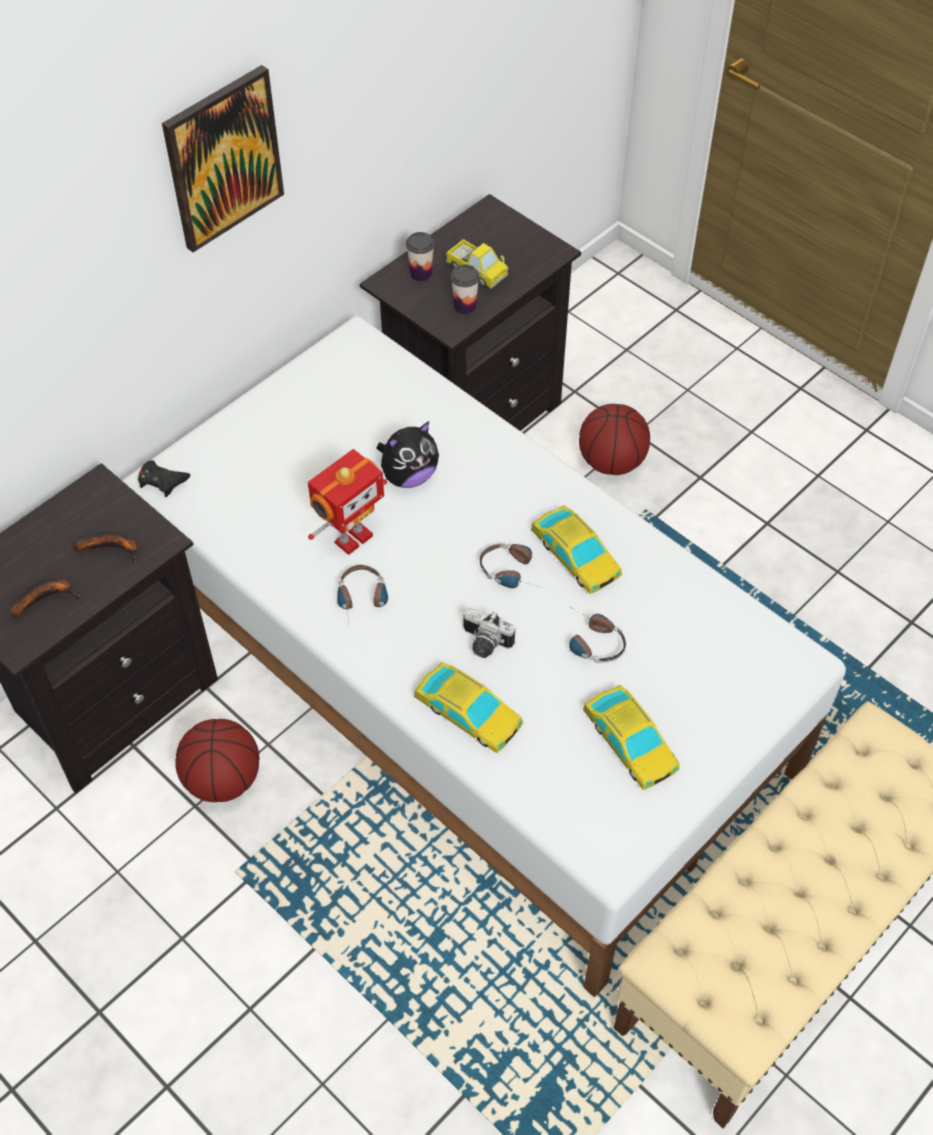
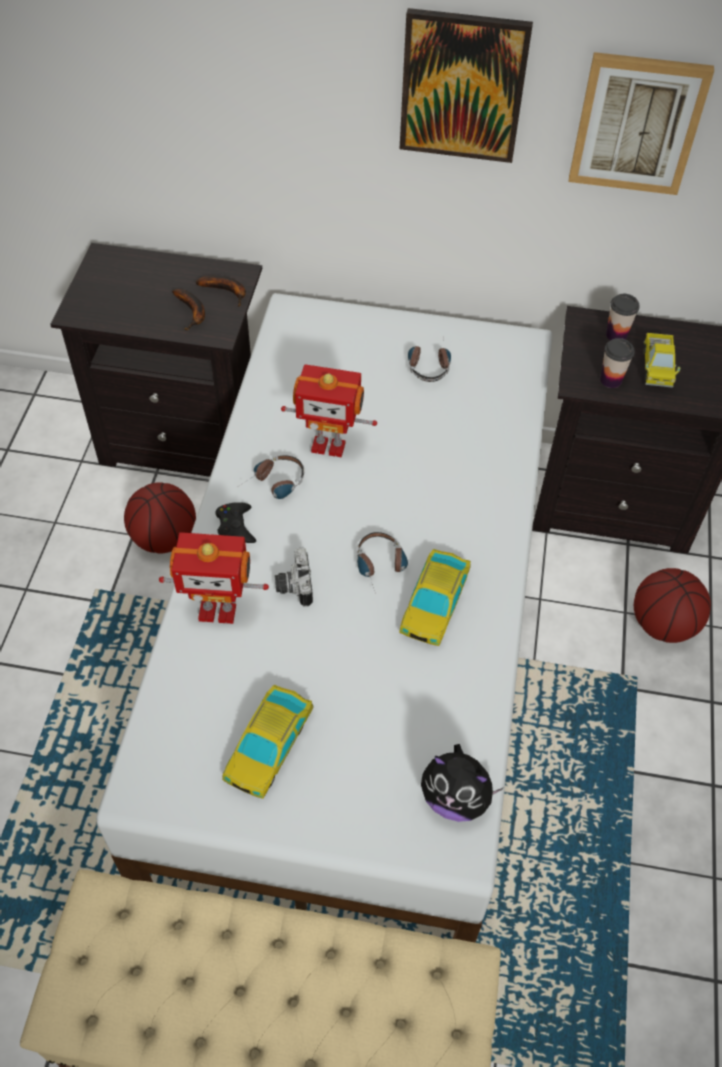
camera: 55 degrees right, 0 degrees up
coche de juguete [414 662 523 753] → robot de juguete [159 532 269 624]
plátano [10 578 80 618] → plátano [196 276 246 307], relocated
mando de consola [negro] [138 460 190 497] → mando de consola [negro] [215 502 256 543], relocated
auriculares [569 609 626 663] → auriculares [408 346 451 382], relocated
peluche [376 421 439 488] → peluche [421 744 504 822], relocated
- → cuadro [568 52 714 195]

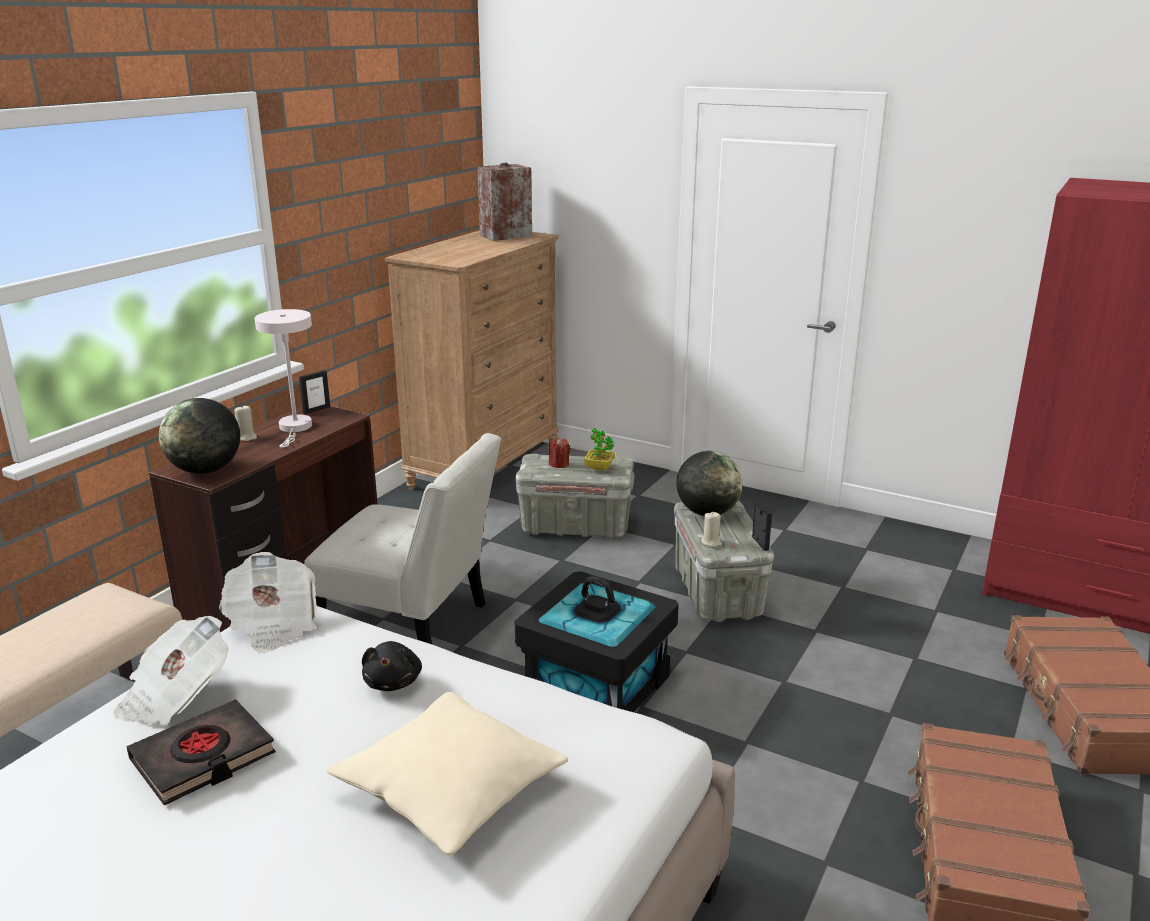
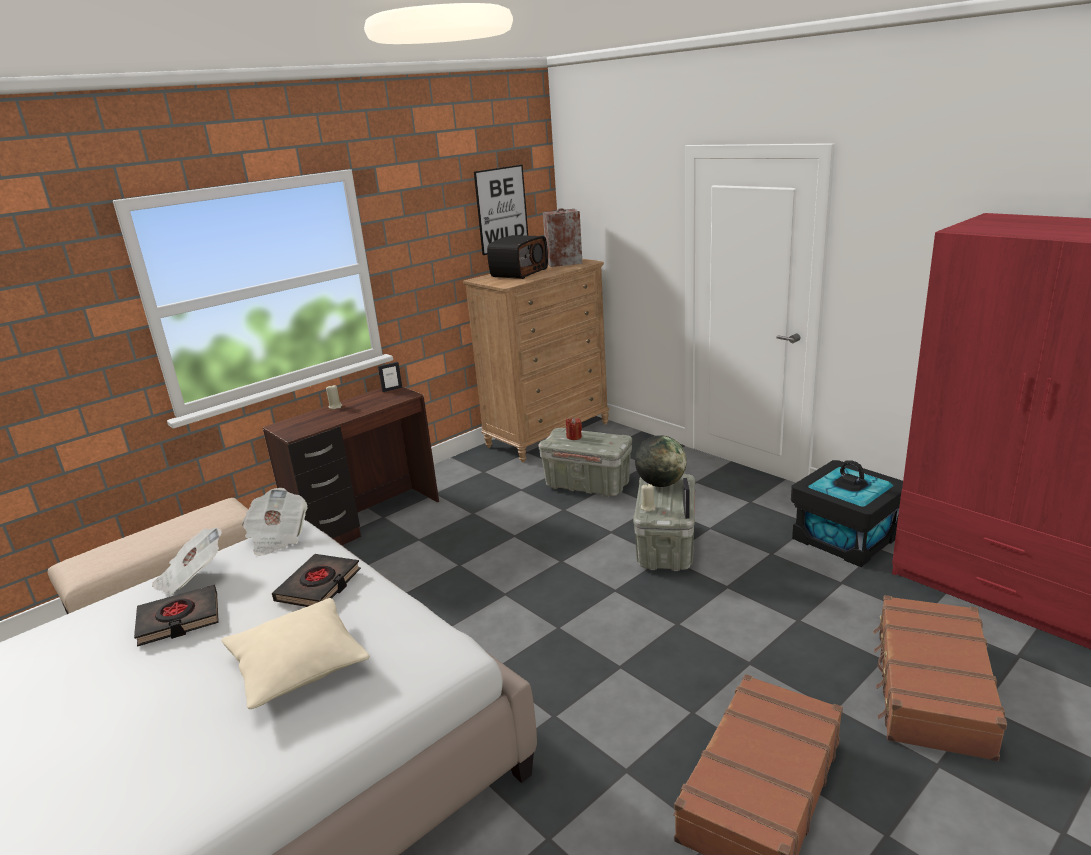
camera: 20 degrees right, 0 degrees up
peluche [negro] [362 641 422 691] → libro [negro] [272 554 361 607]
- → cuadro [474 165 528 255]
- → radio [487 235 548 279]
caja de almacenaje [negro] [515 571 679 712] → caja de almacenaje [negro] [791 460 903 567], relocated
globo terráqueo [159 398 240 474] → -
lámpara de mesa [blanco] [255 309 312 447] → -
silla [blanco] [304 433 501 644] → -
planta en maceta [584 428 615 471] → -

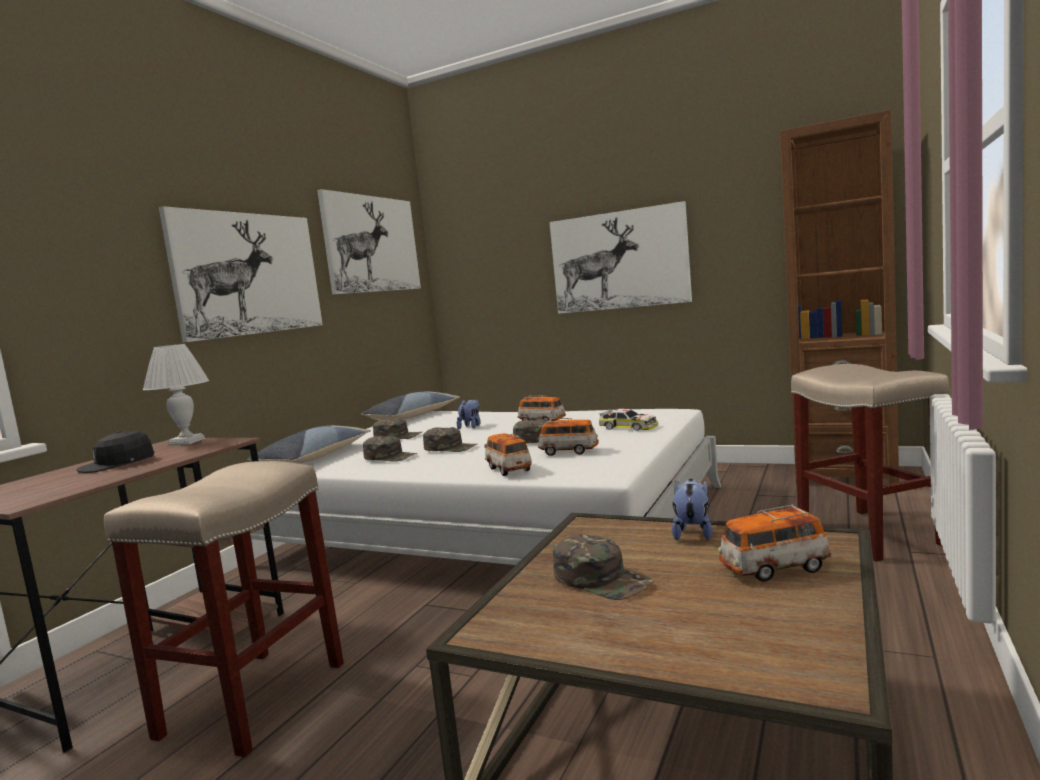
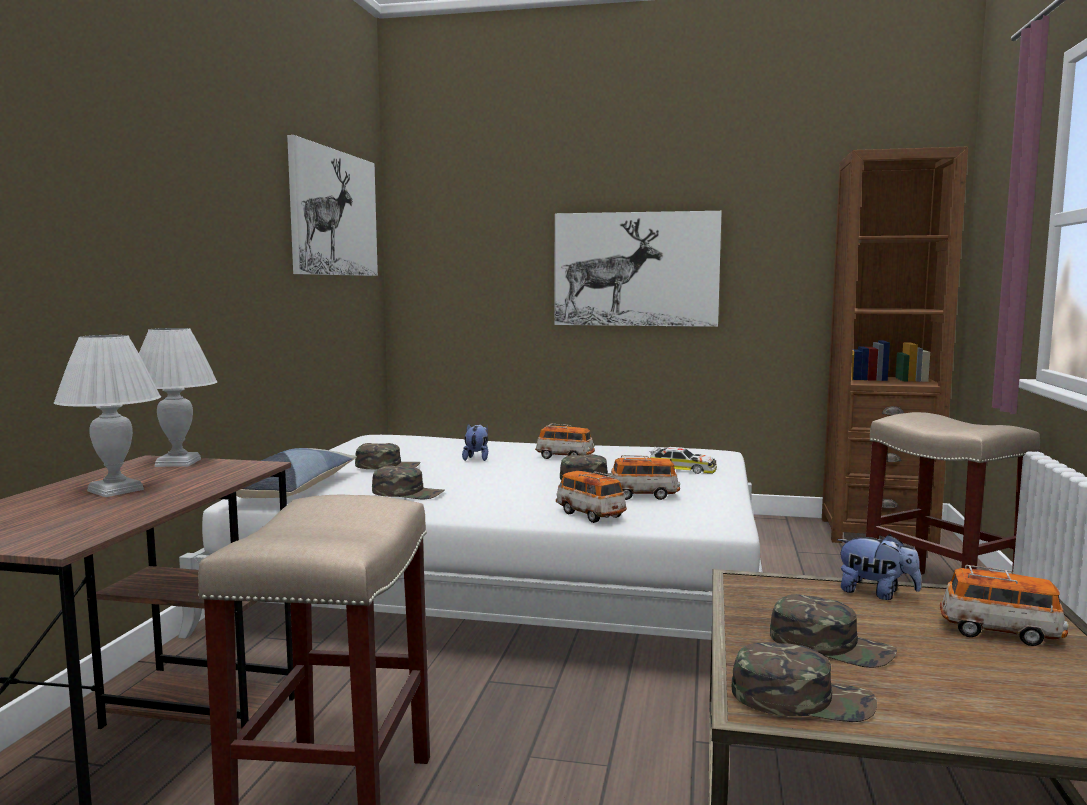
camera: 15 degrees left, 0 degrees up
gorra [negro] [76 431 154 473] → lámpara de mesa [blanco] [54 335 161 497]
gorra [verde] [423 427 477 452] → gorra [verde] [732 642 877 722], relocated
peluche [672 479 713 540] → peluche [837 534 921 600], 120 degrees clockwise
coche de juguete [718 504 832 582] → coche de juguete [940 565 1069 646], 135 degrees counterclockwise
cuadro [159 206 323 342] → -
cojín [361 392 460 420] → -

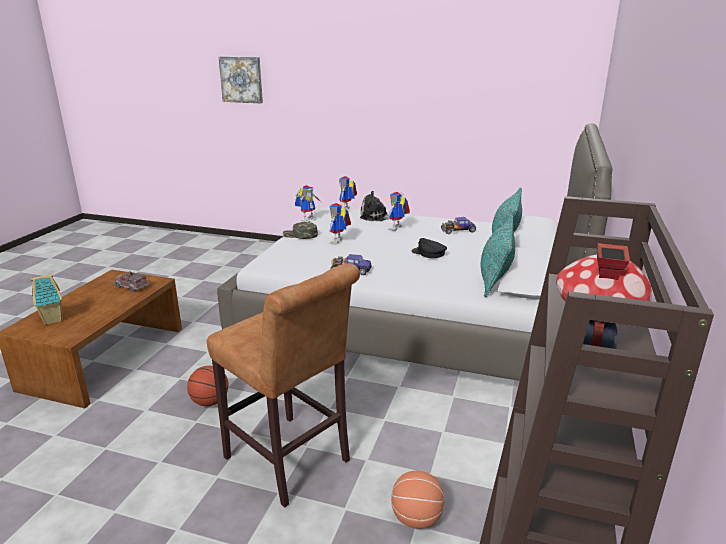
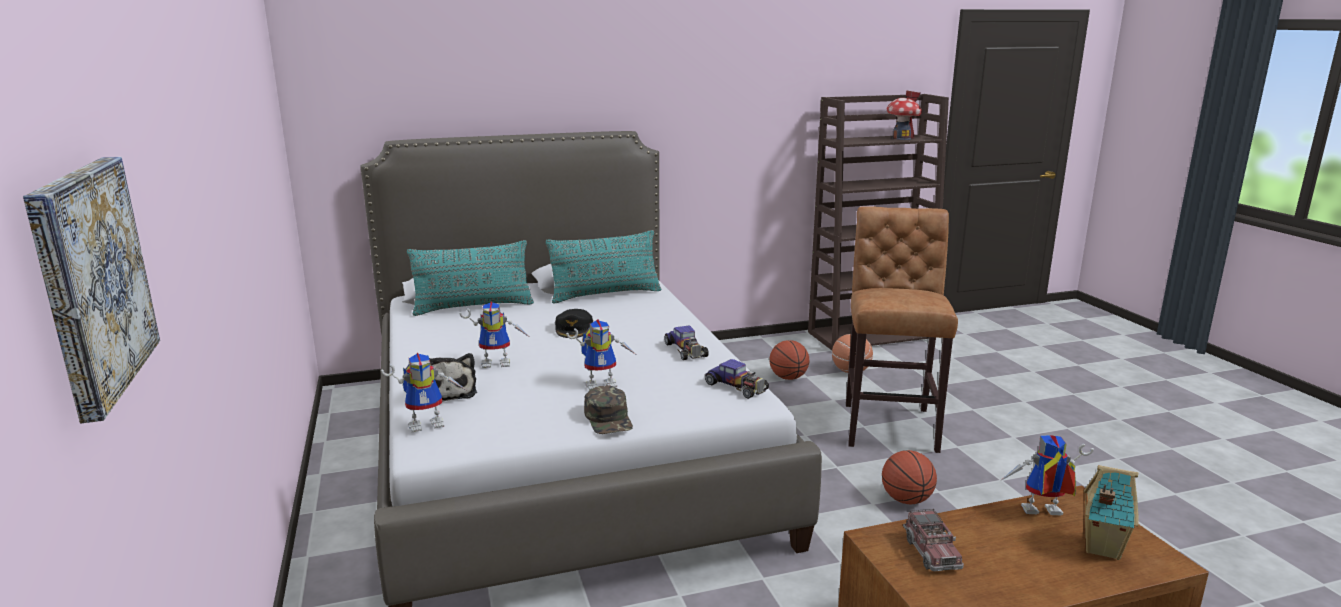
camera: 125 degrees left, 5 degrees down
coche de juguete [441 217 476 234] → coche de juguete [705 359 769 399], relocated
- → balón de baloncesto [769 340 809 380]
robot de juguete [295 185 321 222] → robot de juguete [1000 435 1094 515], relocated

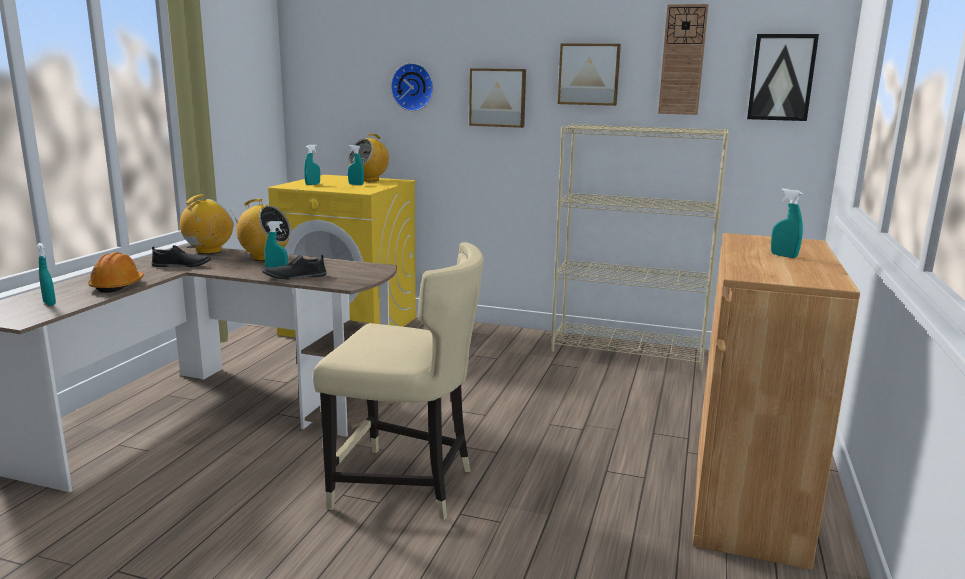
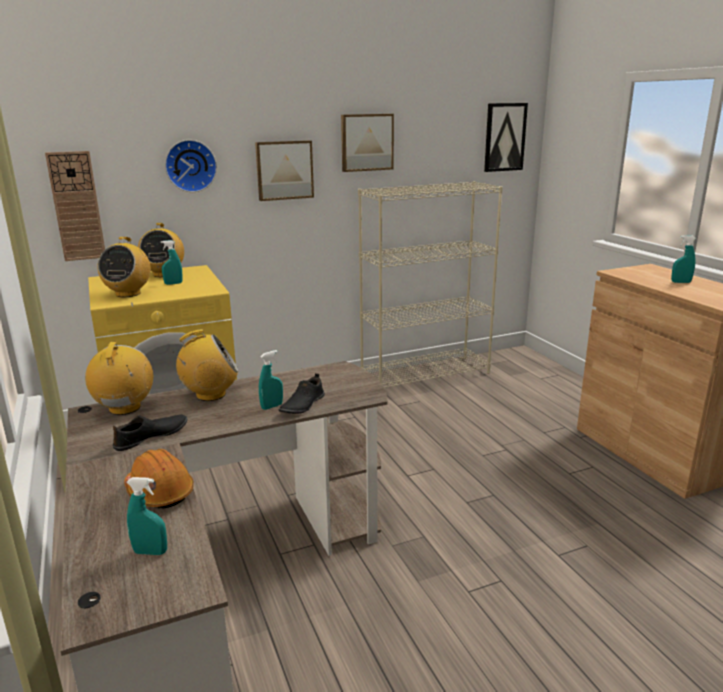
camera: 40 degrees left, 5 degrees up
reloj de pared [658 4 709 115] → reloj de pared [45 151 105 261], relocated
pulverizador [turquesa] [304 144 320 185] → radio [97 237 151 297]
silla [beis] [313 242 484 520] → -

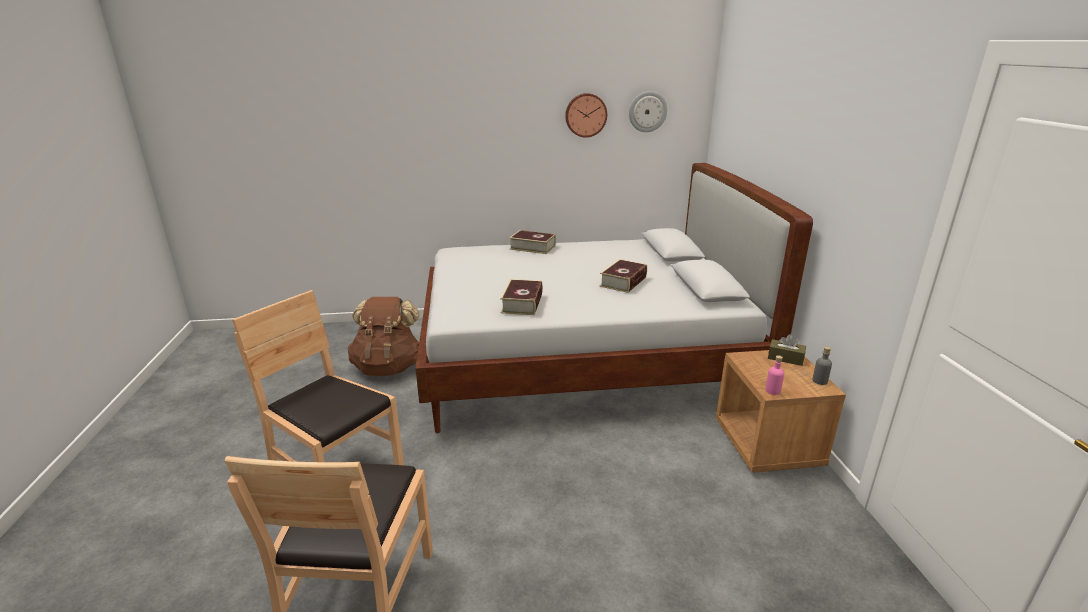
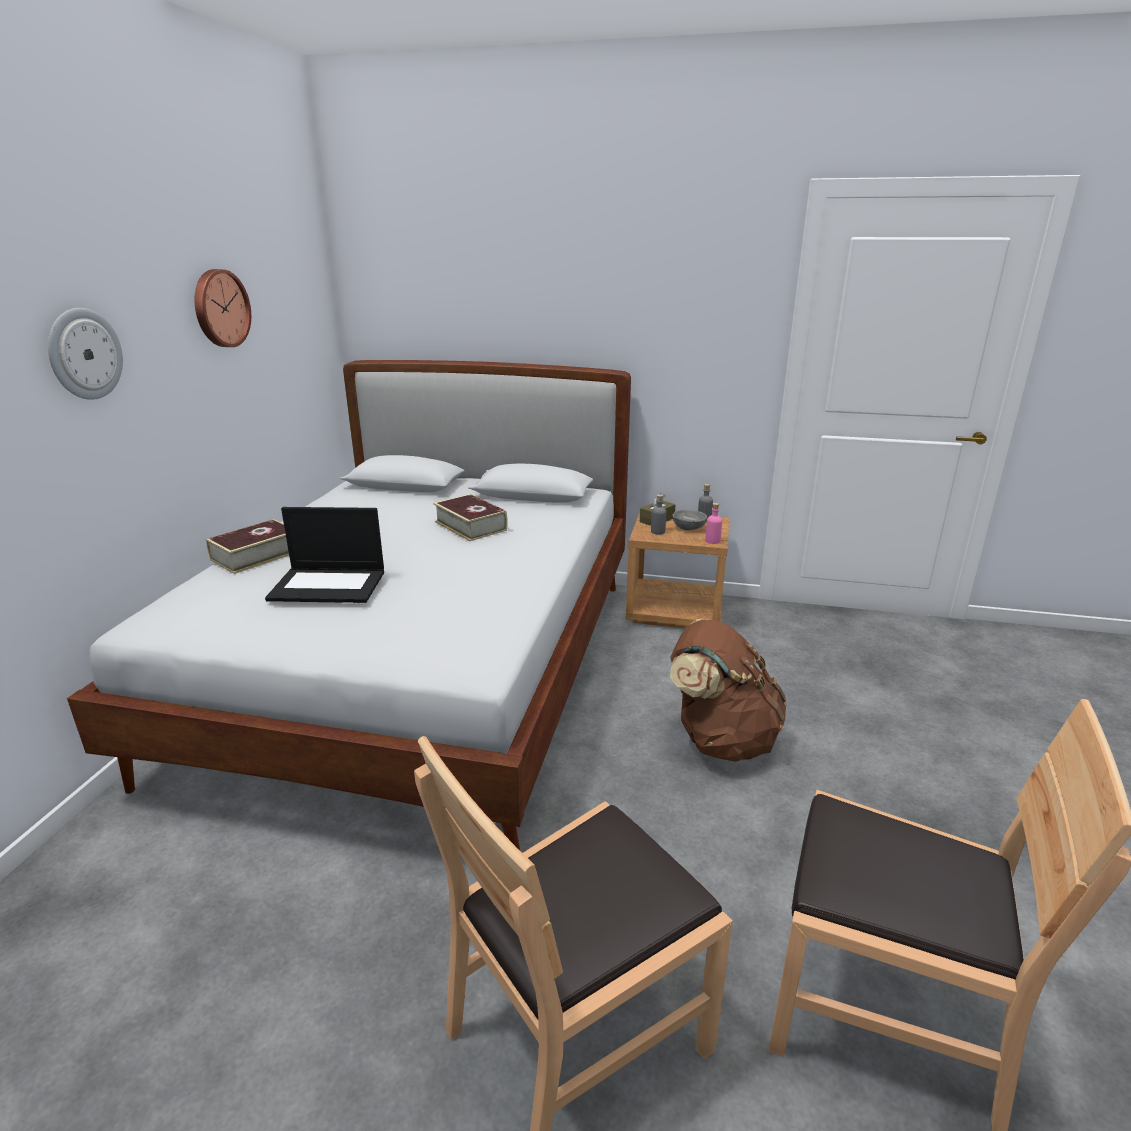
camera: 70 degrees left, 0 degrees up
reloj de pared [629 91 667 132] → reloj de pared [48 308 123 400], relocated
- → portátil [265 507 384 603]
- → botella [gris] [651 494 666 535]
mochila [marrón] [347 297 419 376] → mochila [marrón] [670 619 787 762], relocated
- → cuenco [gris] [673 510 707 530]
libro [500 279 543 315] → -

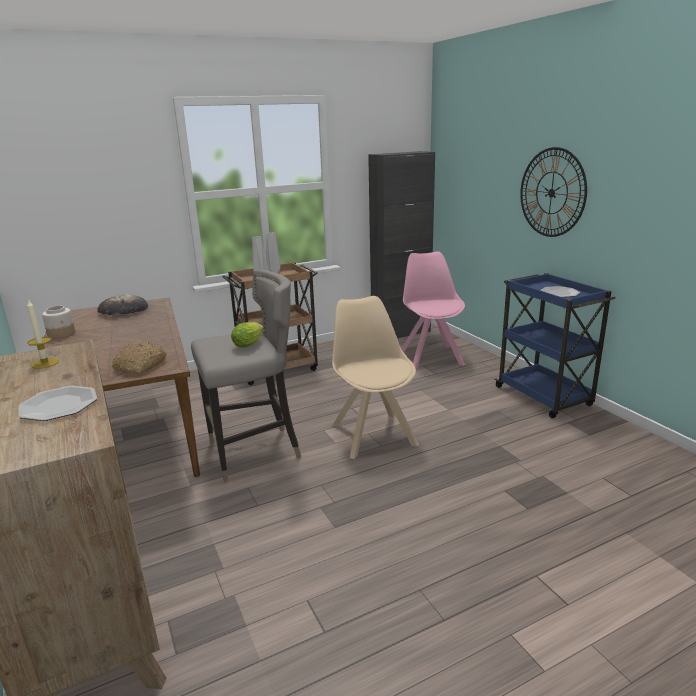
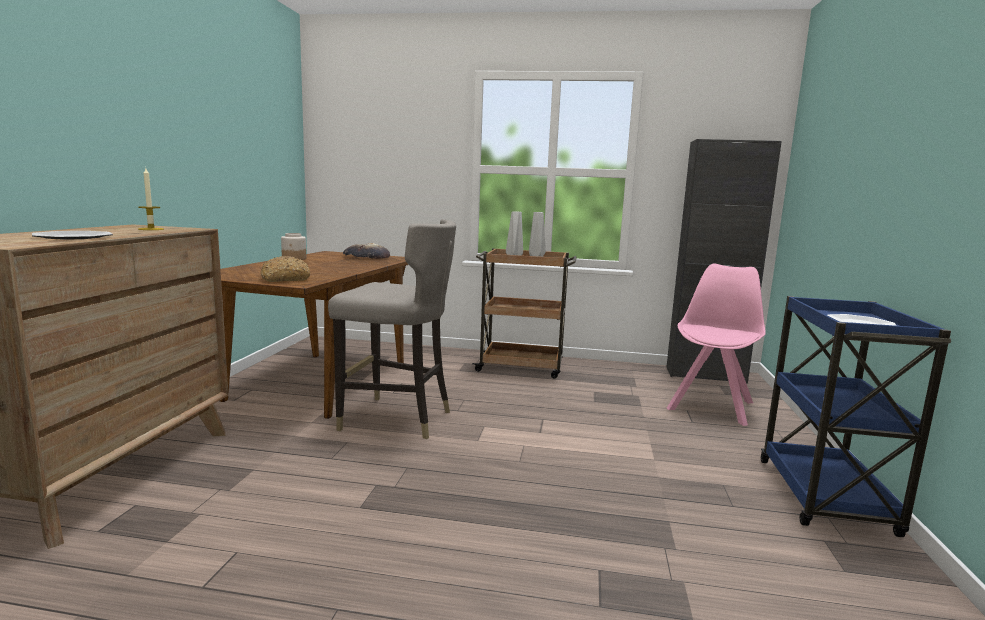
camera: 35 degrees right, 10 degrees down
lechuga [231 322 264 348] → -
silla [beis] [332 296 419 459] → -
reloj de pared [520 147 587 237] → -

